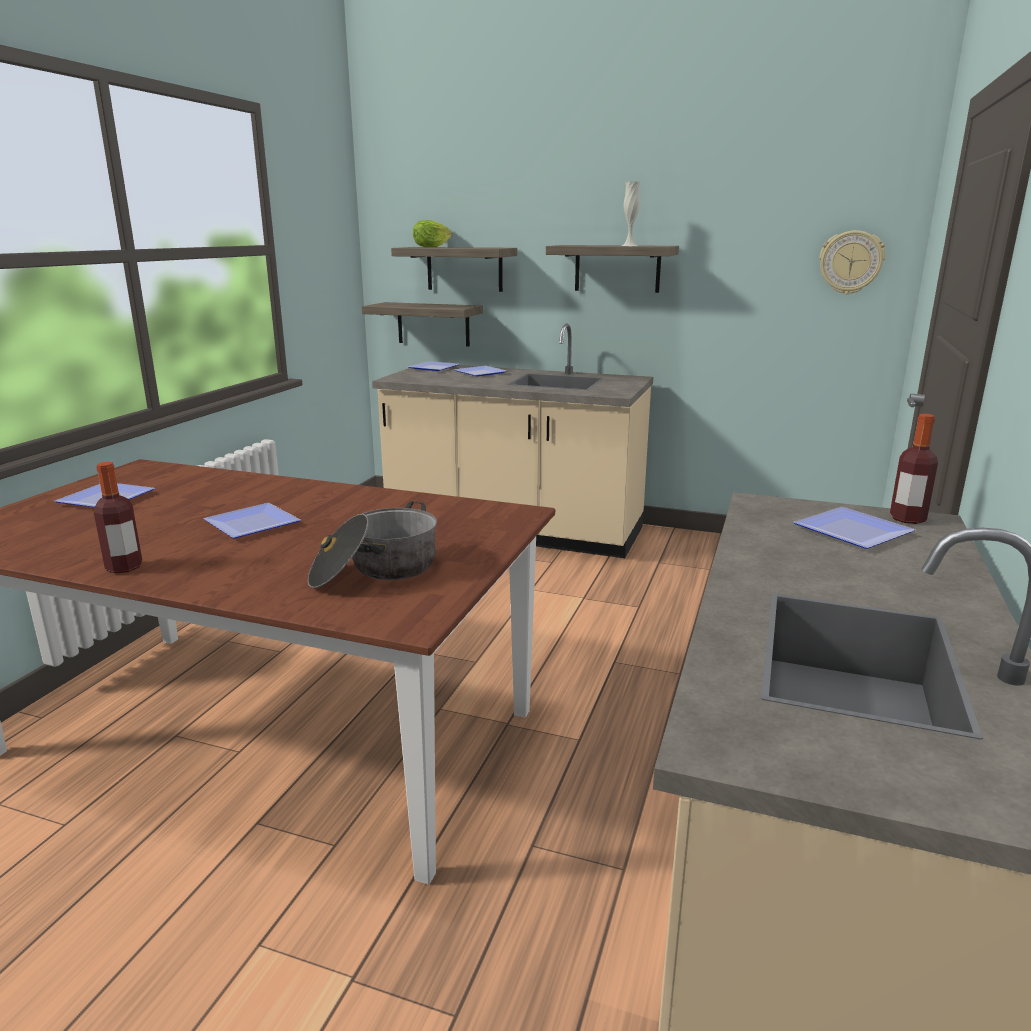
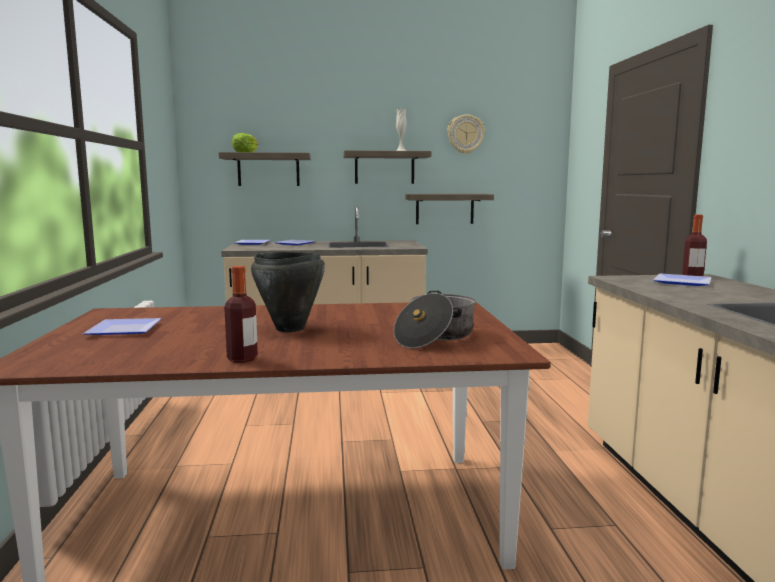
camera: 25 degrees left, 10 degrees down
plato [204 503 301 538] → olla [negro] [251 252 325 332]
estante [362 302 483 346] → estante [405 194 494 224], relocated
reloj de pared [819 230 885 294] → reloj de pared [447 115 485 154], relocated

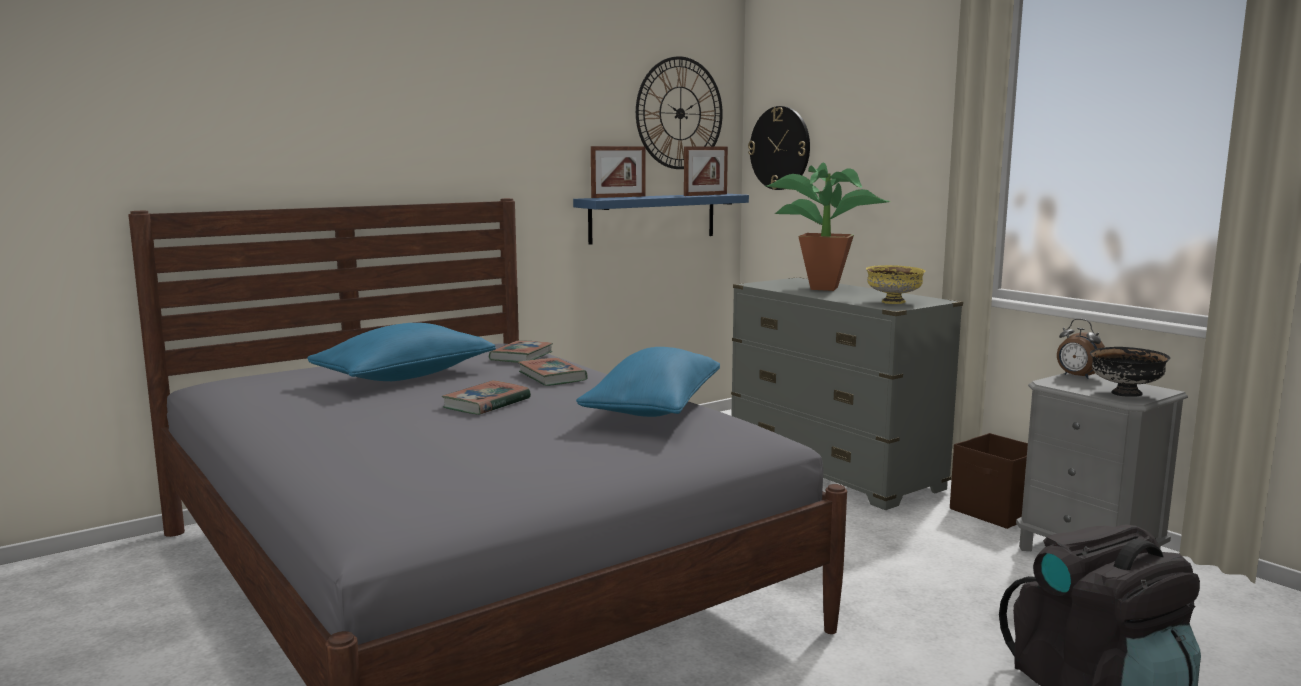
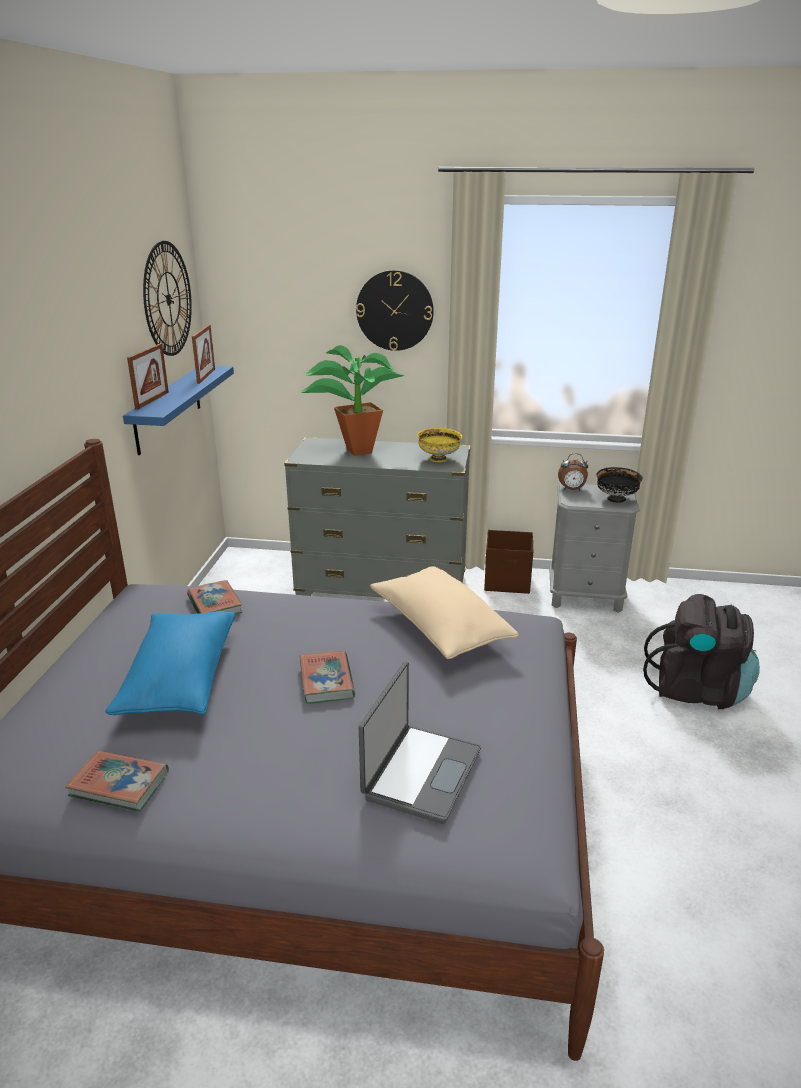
camera: 45 degrees left, 15 degrees up
libro [518 358 588 386] → libro [65 751 169 812], relocated
reloj de pared [748 106 810 190] → reloj de pared [356 270 434 351], relocated
- → portátil [359 661 481 824]
cojín [azul] [576 347 720 417] → cojín [beis] [370 566 519 659]

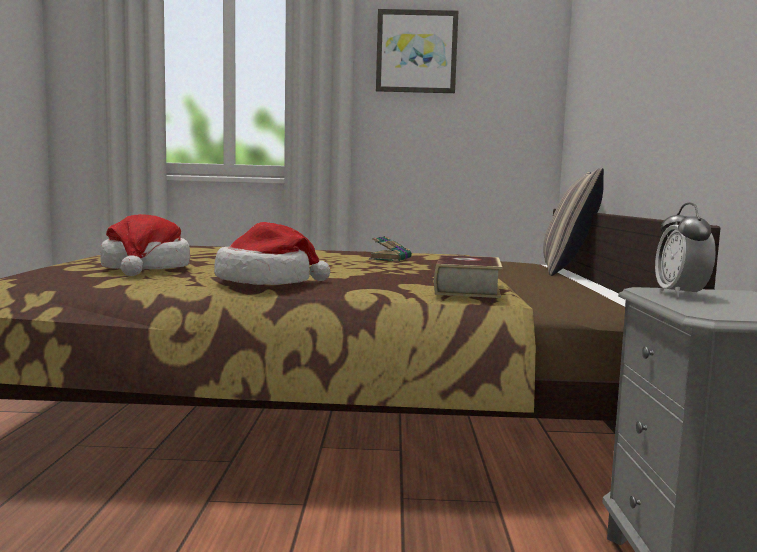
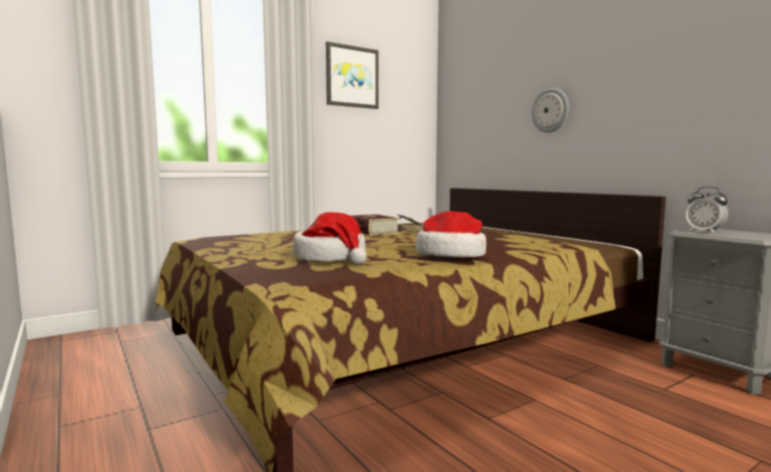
camera: 35 degrees left, 0 degrees up
libro [434 255 502 298] → libro [350 214 400 235], relocated
- → reloj de pared [532 88 569 133]
cojín [543 168 604 276] → -

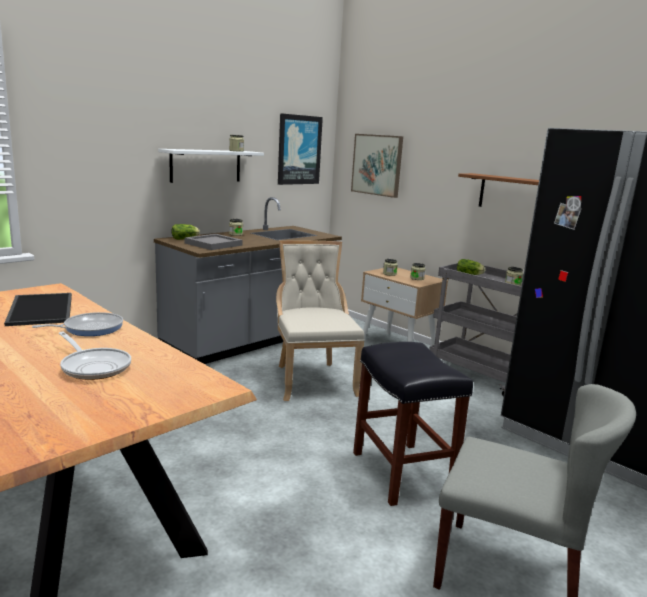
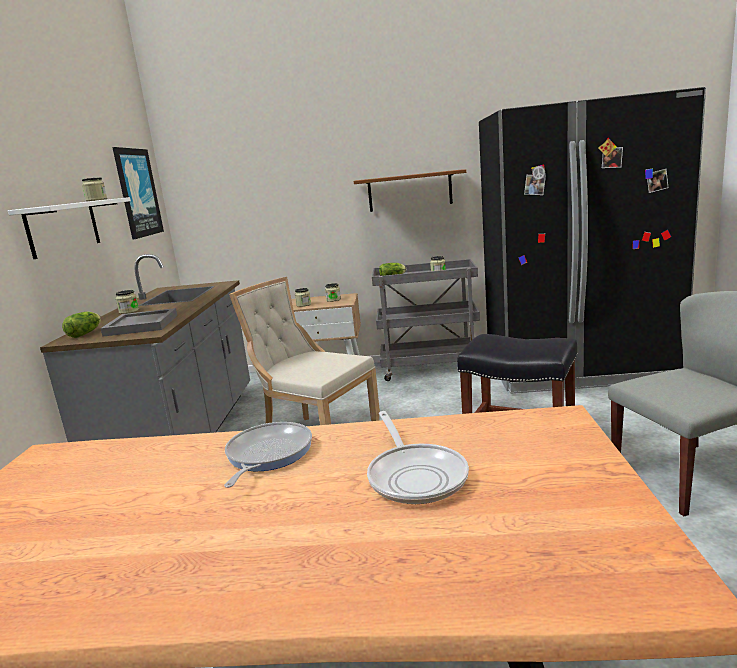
camera: 40 degrees left, 0 degrees up
sartén [58 332 131 380] → sartén [367 411 469 504], 75 degrees clockwise
bandeja [4 293 72 326] → -
cuadro [351 134 403 198] → -

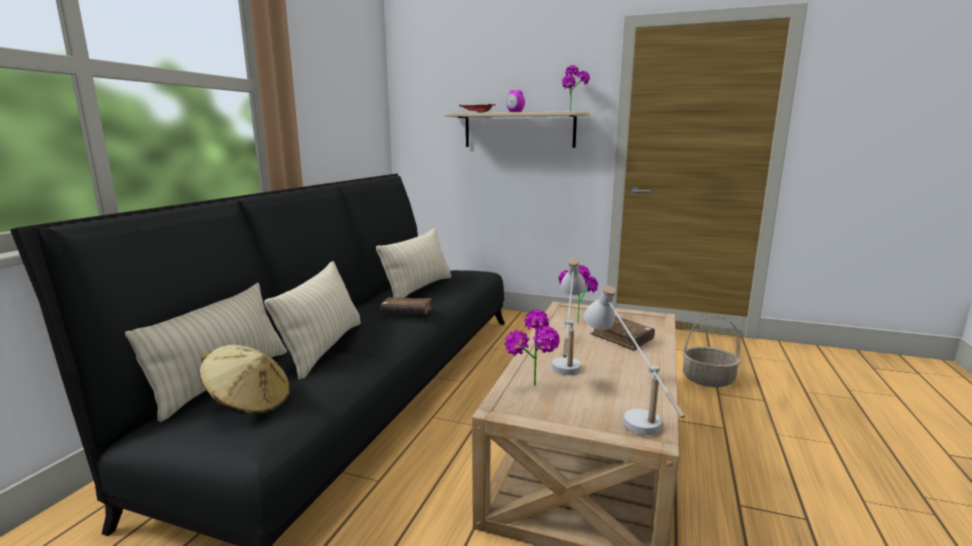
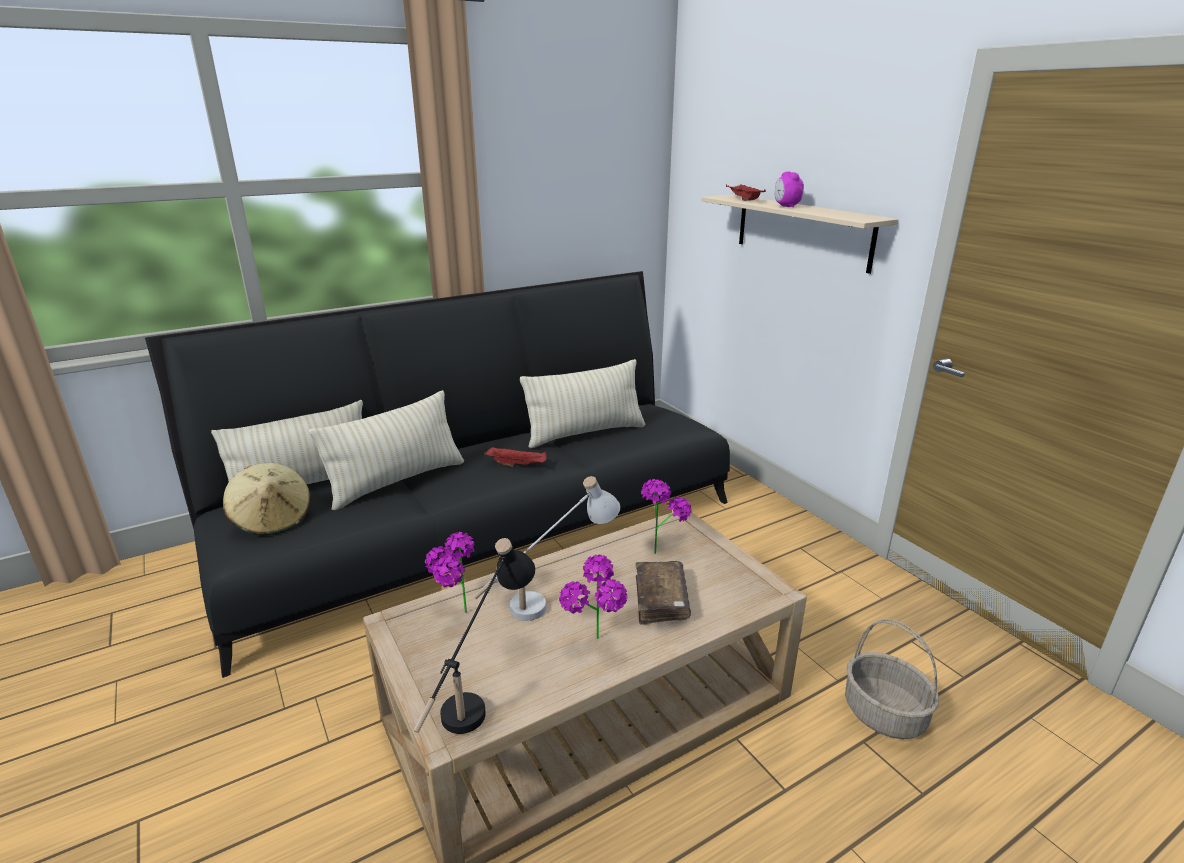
camera: 40 degrees right, 10 degrees up
lámpara de mesa [blanco] [584 285 685 435] → lámpara de mesa [negro] [413 538 535 734]
libro [marrón] [380 297 432 314] → bandeja [rojo] [485 446 547 467]
planta en maceta [562 65 590 112] → planta en maceta [559 554 627 639], relocated

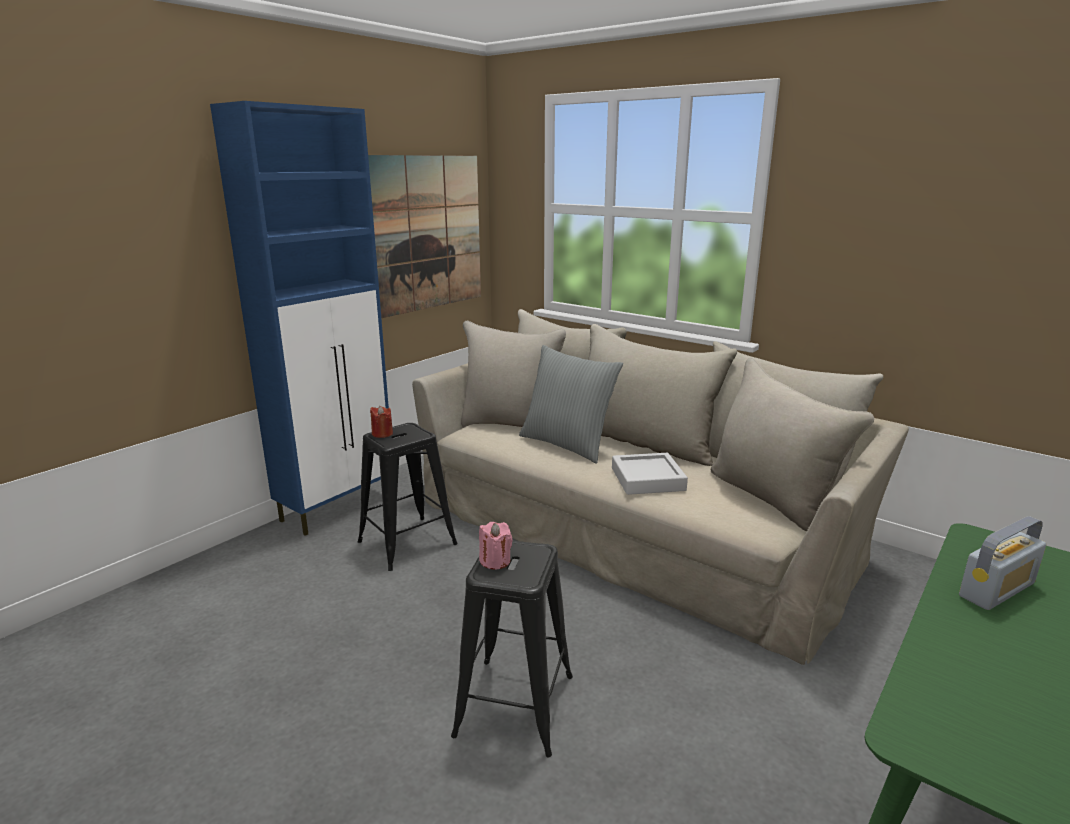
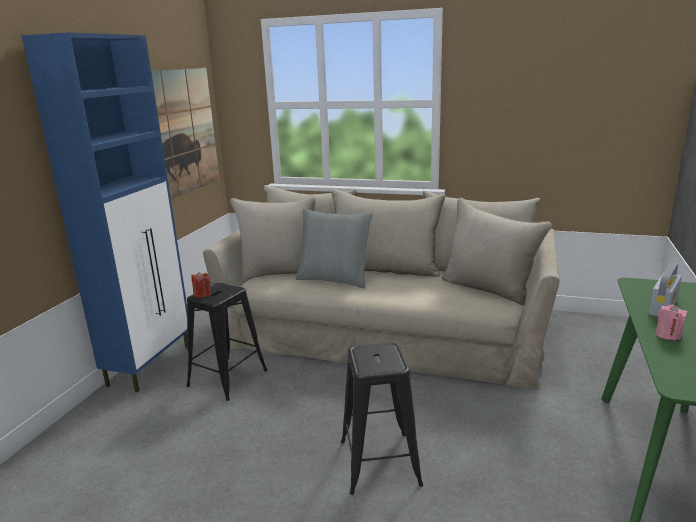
camera: 20 degrees left, 0 degrees up
vela [rosa] [479 522 513 569] → vela [rosa] [655 305 687 341], relocated
bandeja [gris] [612 453 688 495] → -

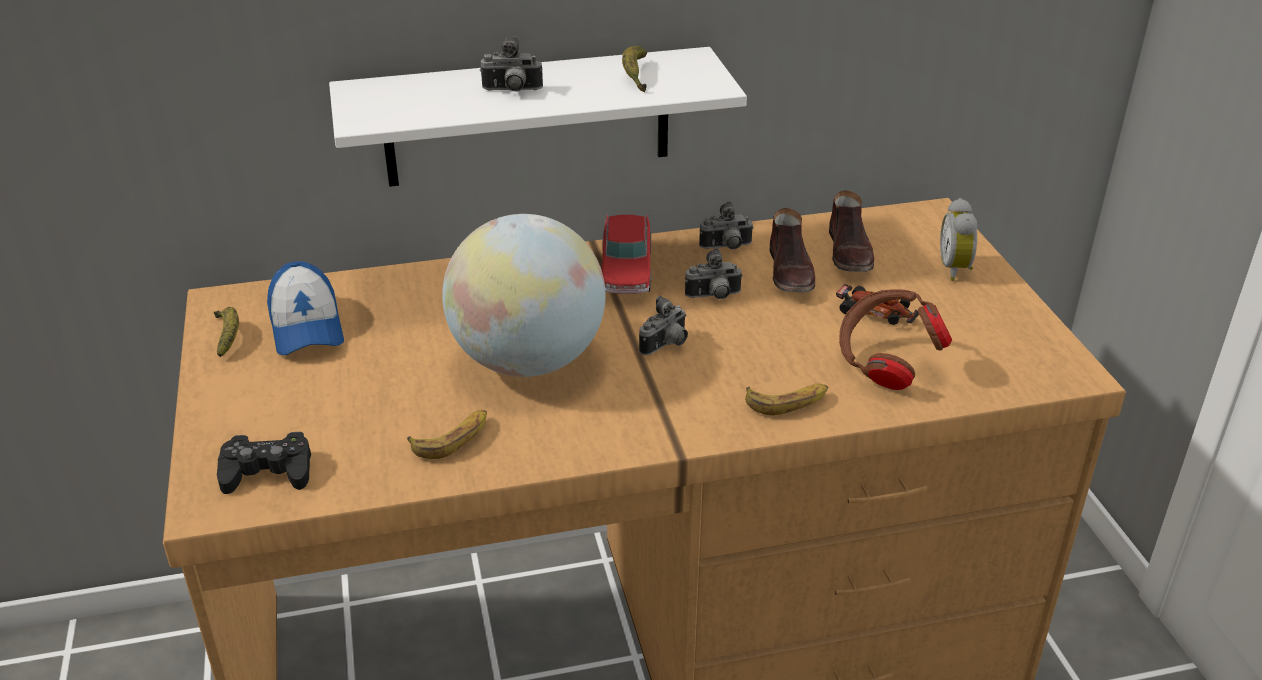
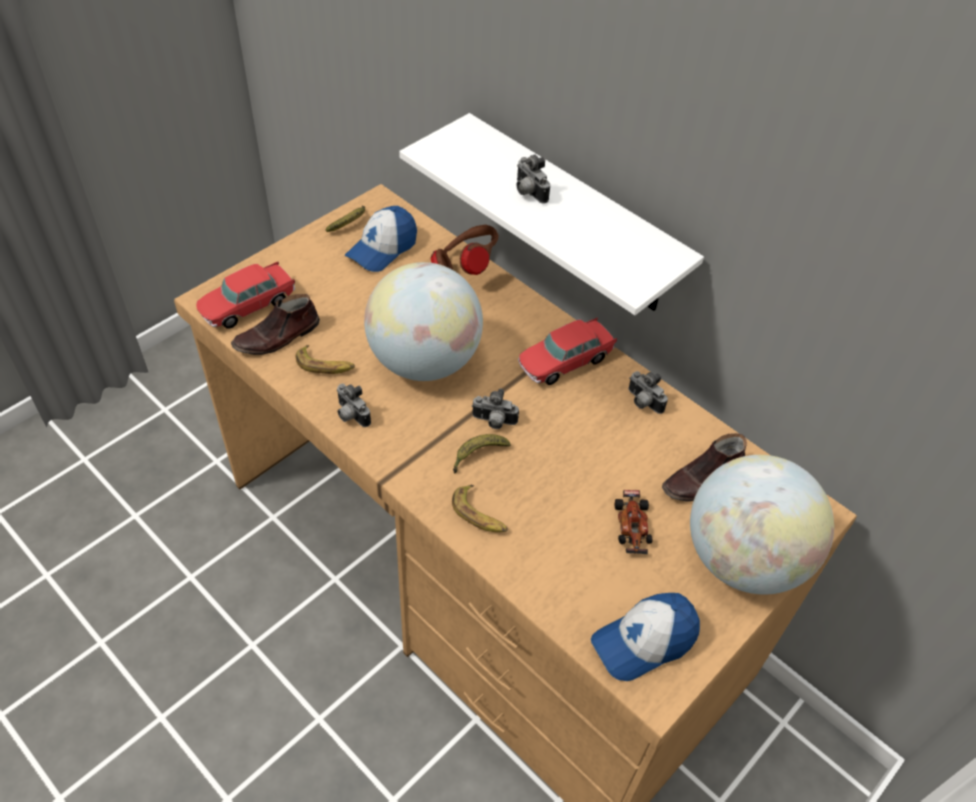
camera: 55 degrees right, 15 degrees up
mando de consola [negro] [217 432 311 494] → coche de juguete [196 262 295 329]
zapato [marrón] [770 208 815 292] → zapato [marrón] [231 294 320 355], relocated
cámara [685 248 743 299] → cámara [337 383 371 427], relocated
auriculares [marrón] [839 289 952 390] → auriculares [marrón] [431 225 498 275], relocated
plátano [622 46 647 92] → plátano [453 434 511 473], relocated
- → gorra [591 593 700 681]
despertador [940 198 977 281] → globo terráqueo [690 455 834 594]

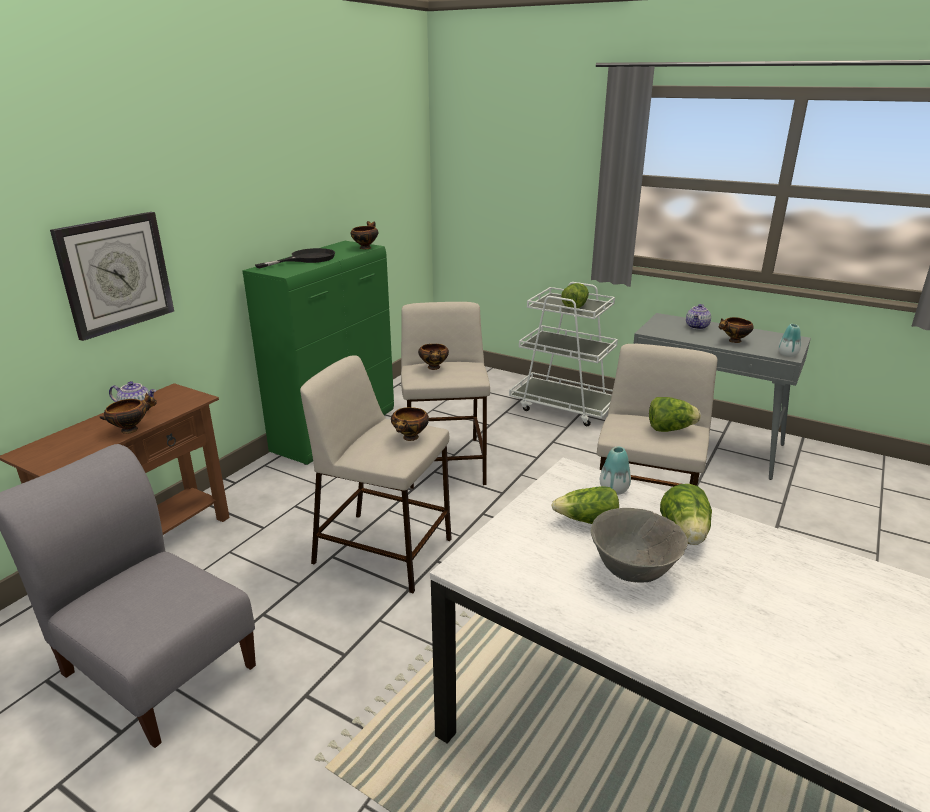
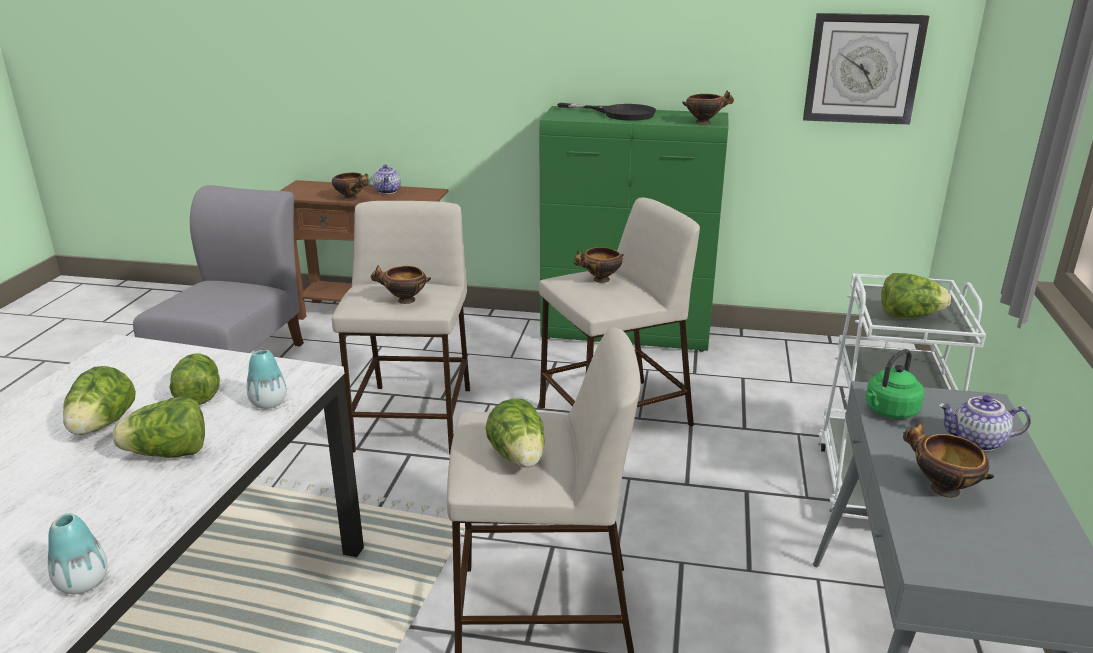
camera: 70 degrees right, 0 degrees up
florero [778 324 801 357] → florero [48 513 108 594], relocated
cuenco [gris] [591 508 688 583] → lechuga [63 366 136 435]
reloj de pared [50 212 174 341] → reloj de pared [803 13 929 125], relocated
- → hervidor [verde] [865 349 924 419]

